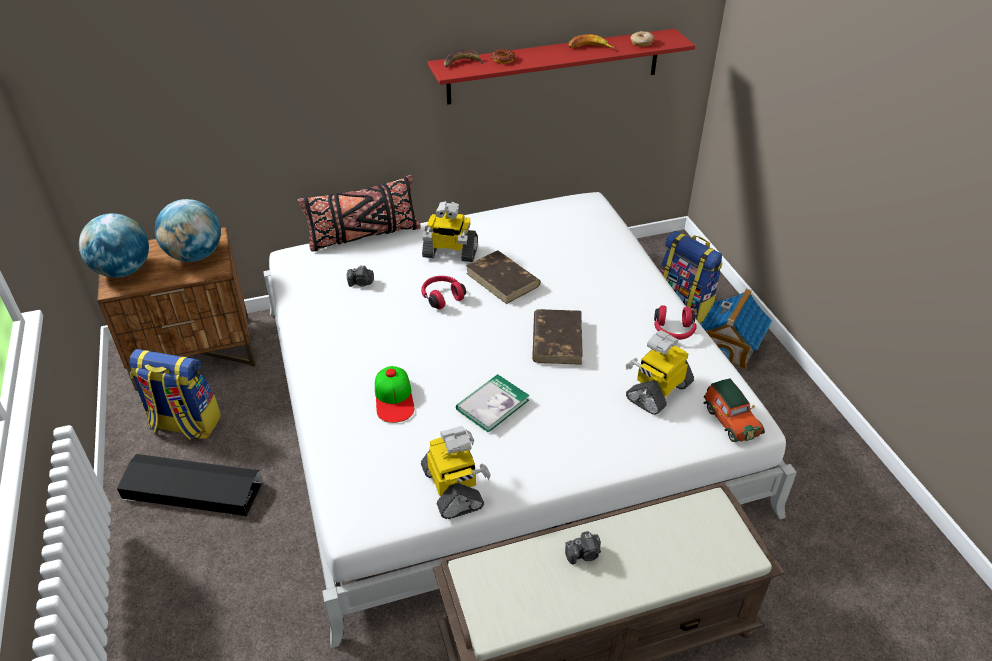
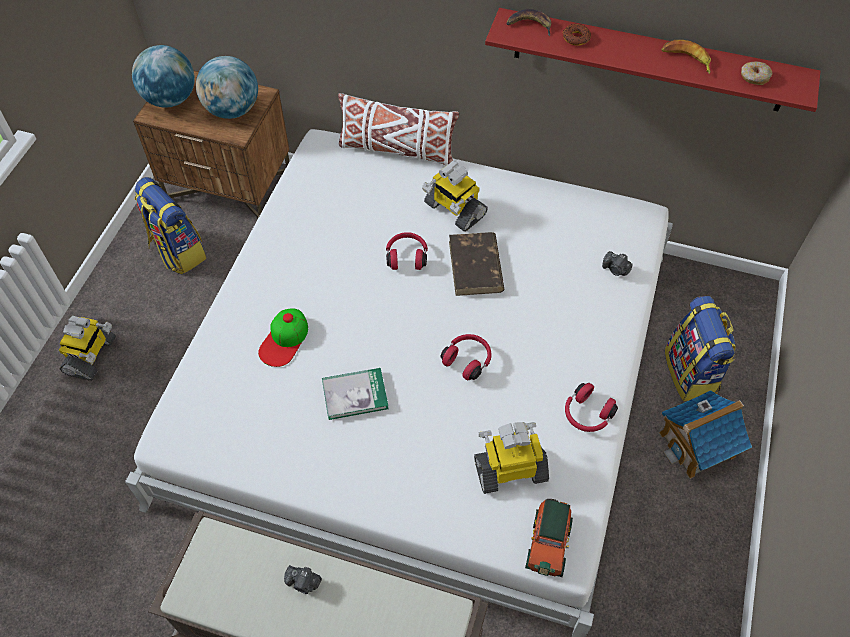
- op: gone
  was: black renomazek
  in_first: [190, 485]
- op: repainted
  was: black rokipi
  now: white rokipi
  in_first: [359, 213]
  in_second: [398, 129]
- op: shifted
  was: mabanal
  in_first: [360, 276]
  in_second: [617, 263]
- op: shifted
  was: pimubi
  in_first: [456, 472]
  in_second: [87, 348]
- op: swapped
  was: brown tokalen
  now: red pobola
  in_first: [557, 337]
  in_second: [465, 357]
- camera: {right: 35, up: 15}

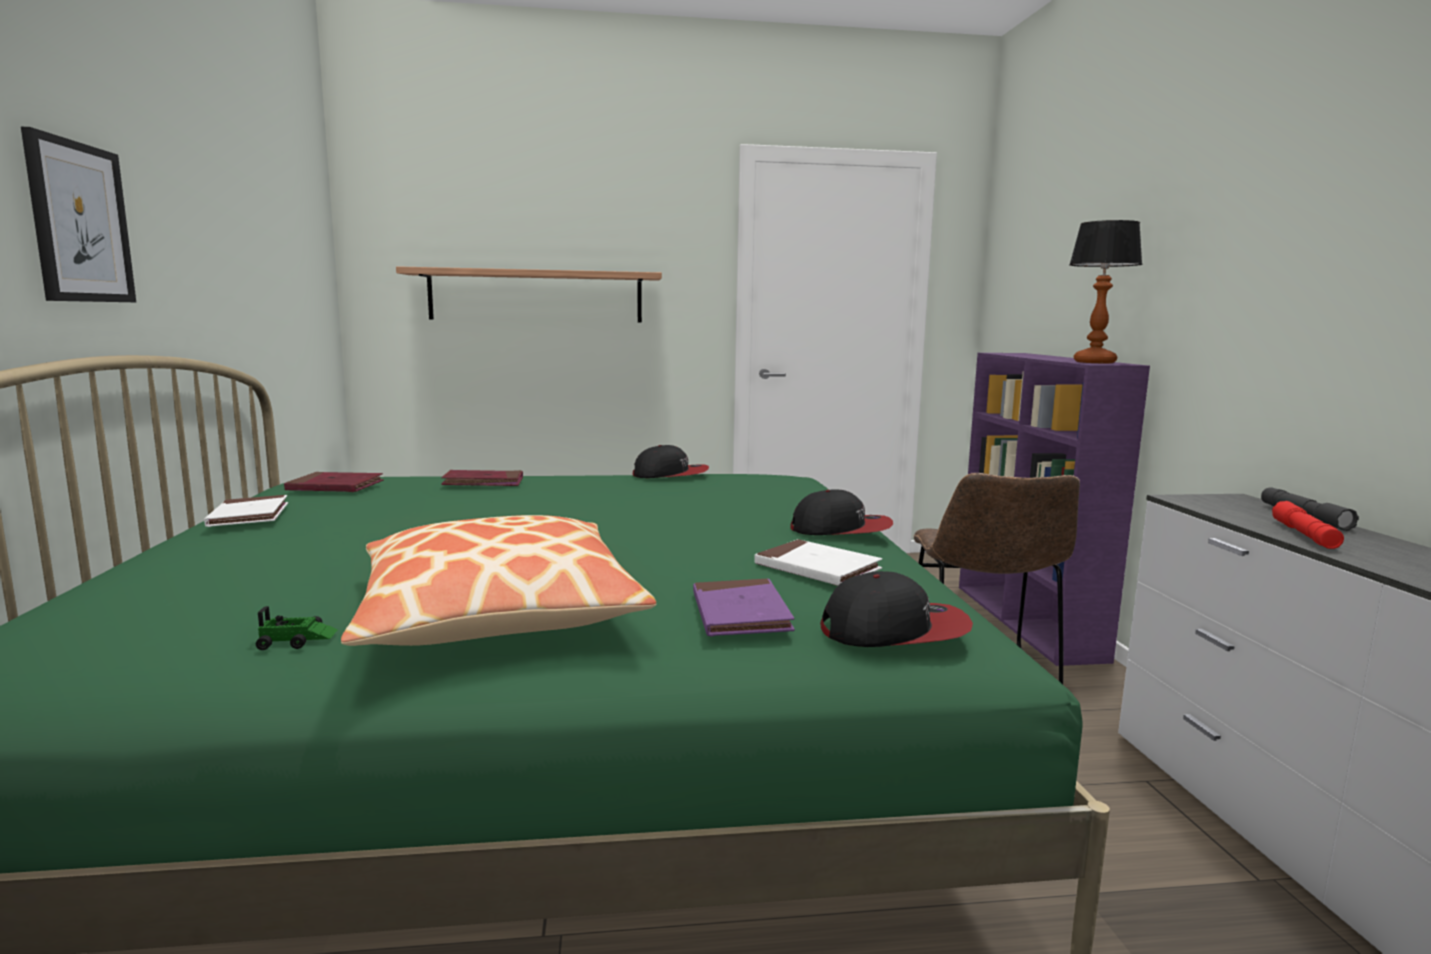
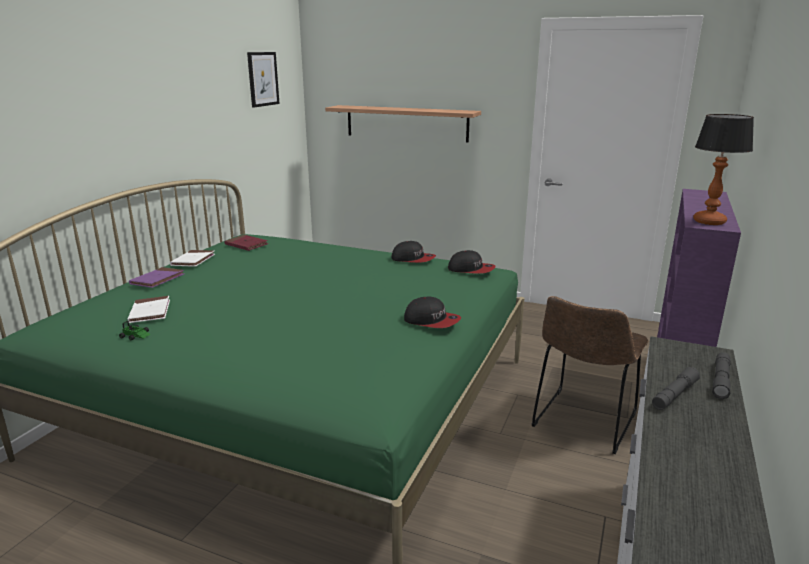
- op: shifted
  was: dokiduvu
  in_first: [78, 214]
  in_second: [263, 79]
- op: gone
  was: rokipi
  in_first: [498, 580]
- op: gone
  was: red tokalen
  in_first: [482, 478]
- op: shifted
  was: purple tokalen
  in_first: [744, 607]
  in_second: [157, 277]
- op: shifted
  was: white tokalen
  in_first: [818, 562]
  in_second: [149, 309]
- op: shifted
  was: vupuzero
  in_first: [896, 609]
  in_second: [472, 262]
- op: repainted
  was: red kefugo
  now: grey kefugo
  in_first: [1308, 525]
  in_second: [676, 388]
- camera: {right: 30, up: 10}

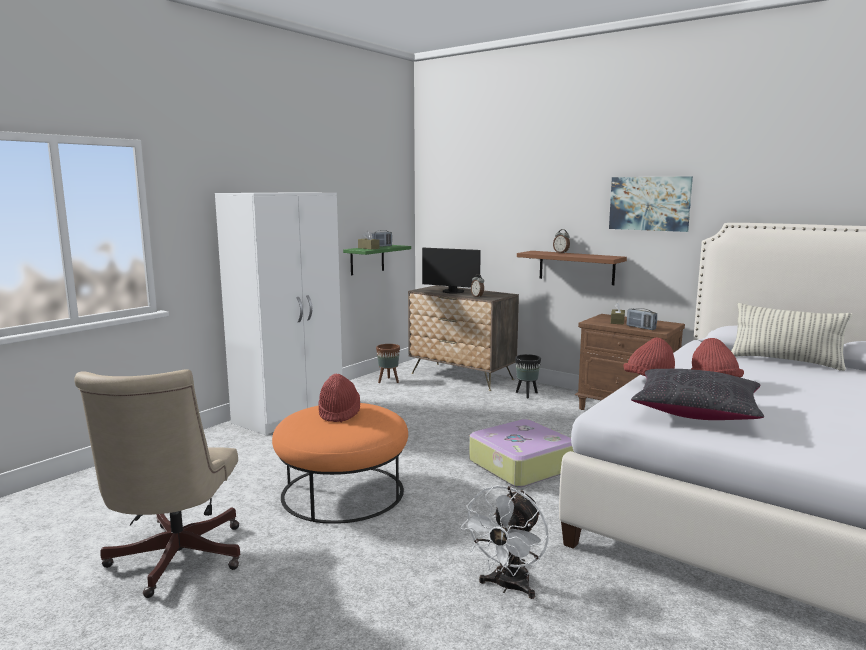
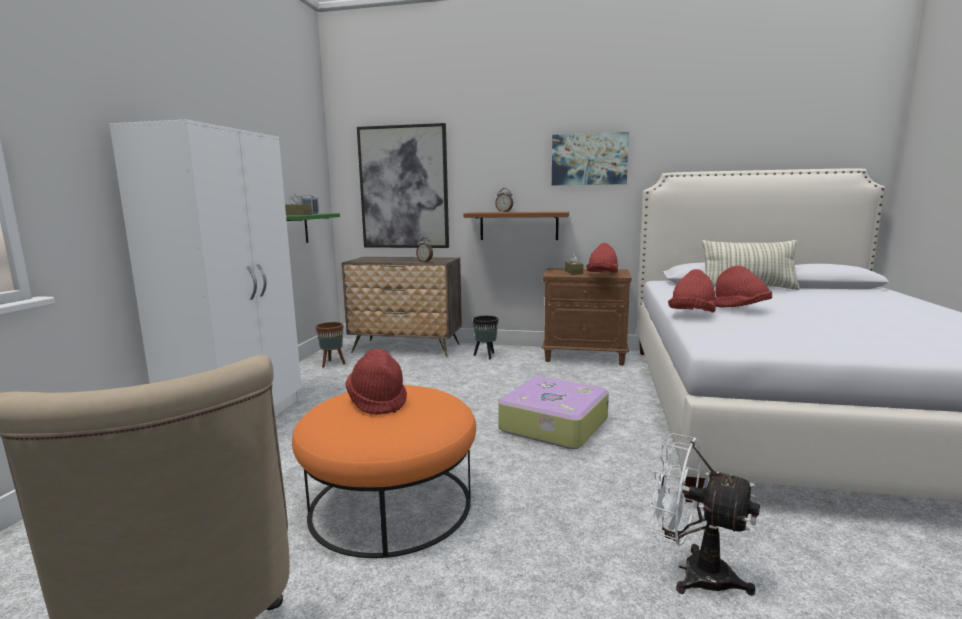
- op: gone
  was: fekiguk
  in_first: [451, 271]
- op: rotated
  was: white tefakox
  in_first: [504, 542]
  in_second: [704, 514]
  clockwise: 120
- op: swapped
  was: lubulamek
  now: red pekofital
  in_first: [642, 319]
  in_second: [602, 258]
- op: gone
  was: black rokipi
  in_first: [697, 394]
- op: new
  now: dokiduvu
  in_second: [403, 185]
- camera: {right: -25, up: 0}

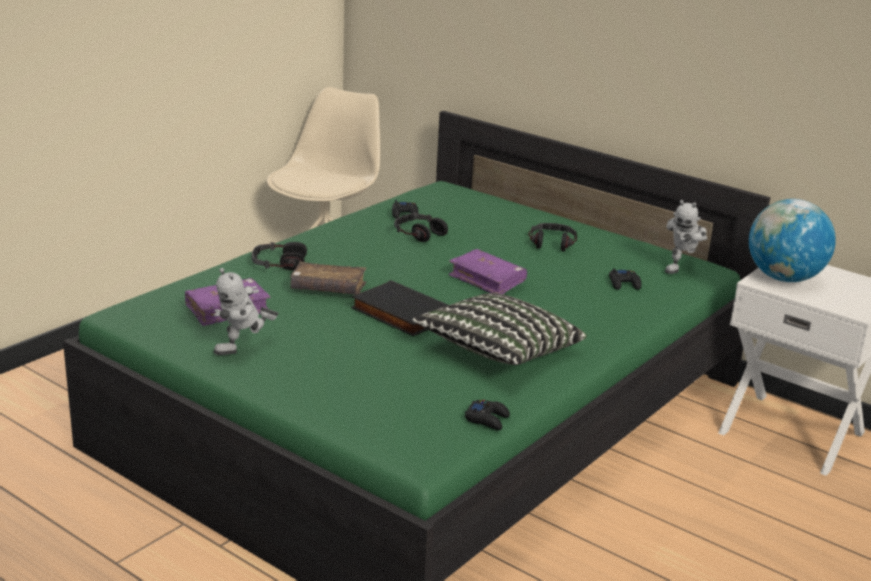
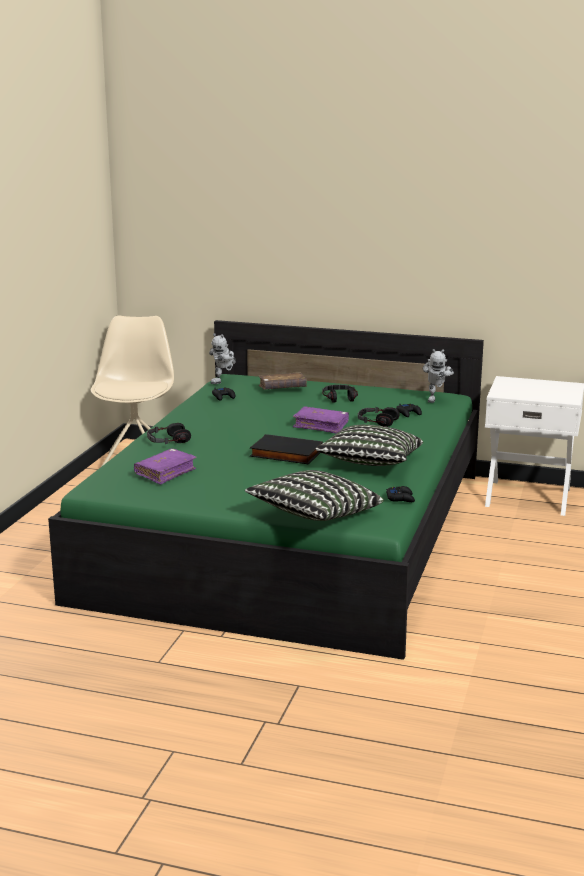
- op: shifted
  was: pimubi
  in_first: [246, 311]
  in_second: [222, 358]
- op: shifted
  was: brown tokalen
  in_first: [328, 278]
  in_second: [282, 381]
- op: shifted
  was: pobola
  in_first: [421, 228]
  in_second: [379, 417]
- op: gone
  was: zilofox
  in_first: [792, 240]
- op: new
  now: rokipi
  in_second: [314, 495]
- camera: {right: -20, up: -5}

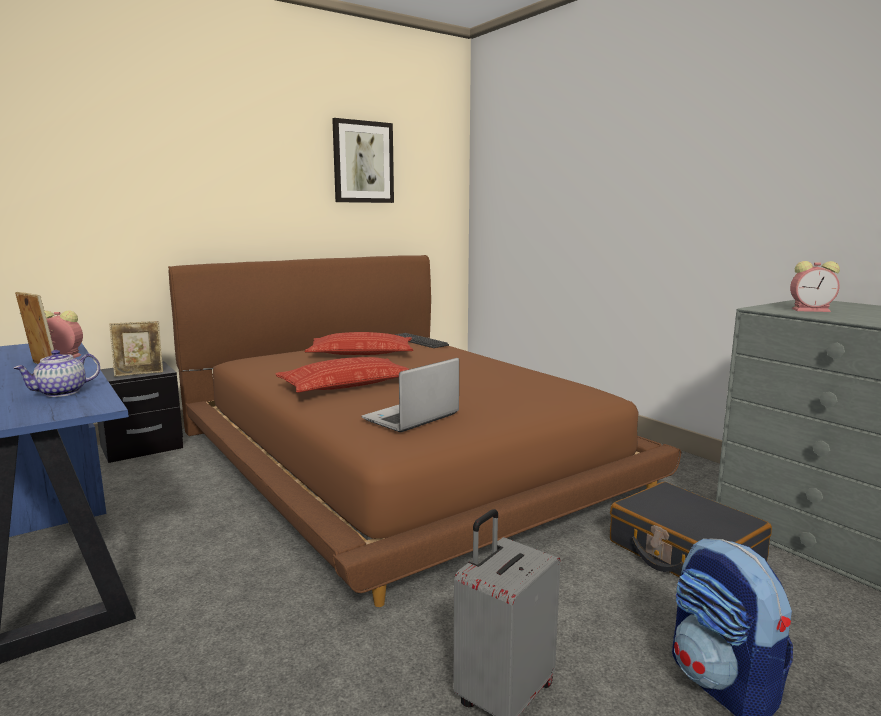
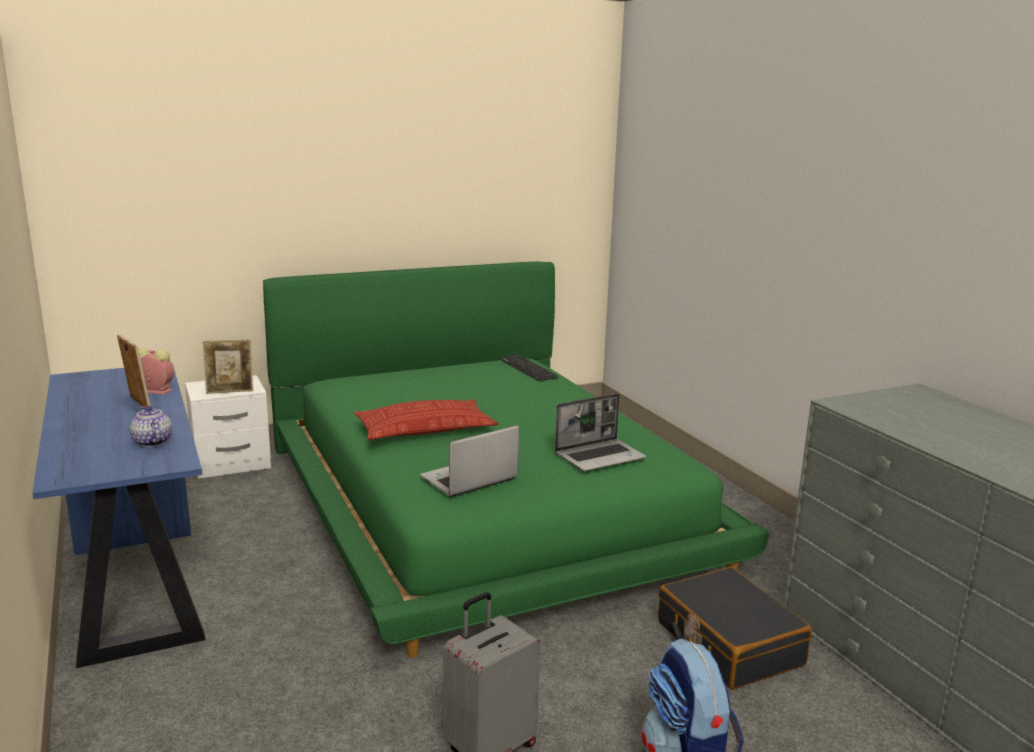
- op: rotated
  was: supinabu
  in_first: [56, 373]
  in_second: [151, 426]
  clockwise: 90
- op: repainted
  was: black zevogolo
  now: white zevogolo
  in_first: [140, 412]
  in_second: [228, 427]
- op: repainted
  was: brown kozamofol
  now: green kozamofol
  in_first: [424, 431]
  in_second: [516, 460]
- op: gone
  was: rokipi
  in_first: [358, 343]
- op: gone
  was: dokiduvu
  in_first: [363, 160]
- op: gone
  was: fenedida
  in_first: [815, 286]
- op: new
  now: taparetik
  in_second: [600, 432]
- camera: {right: 10, up: 5}

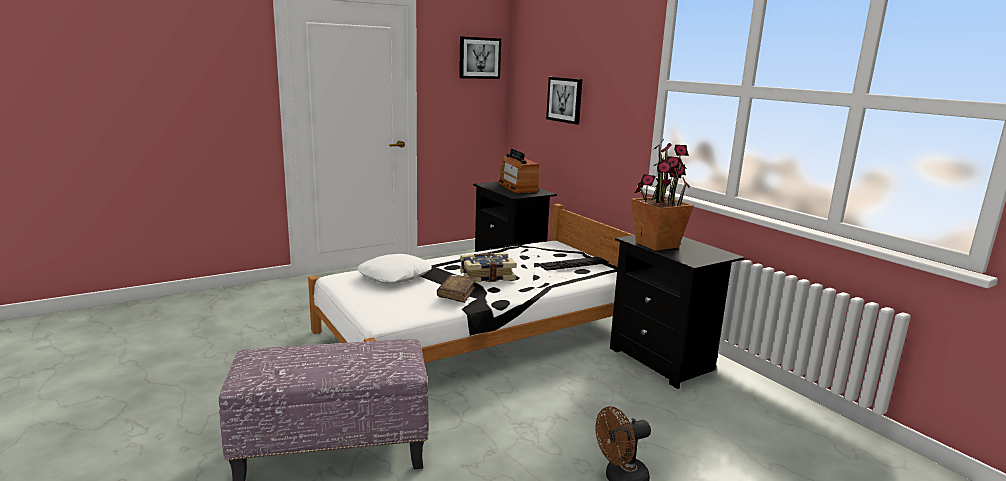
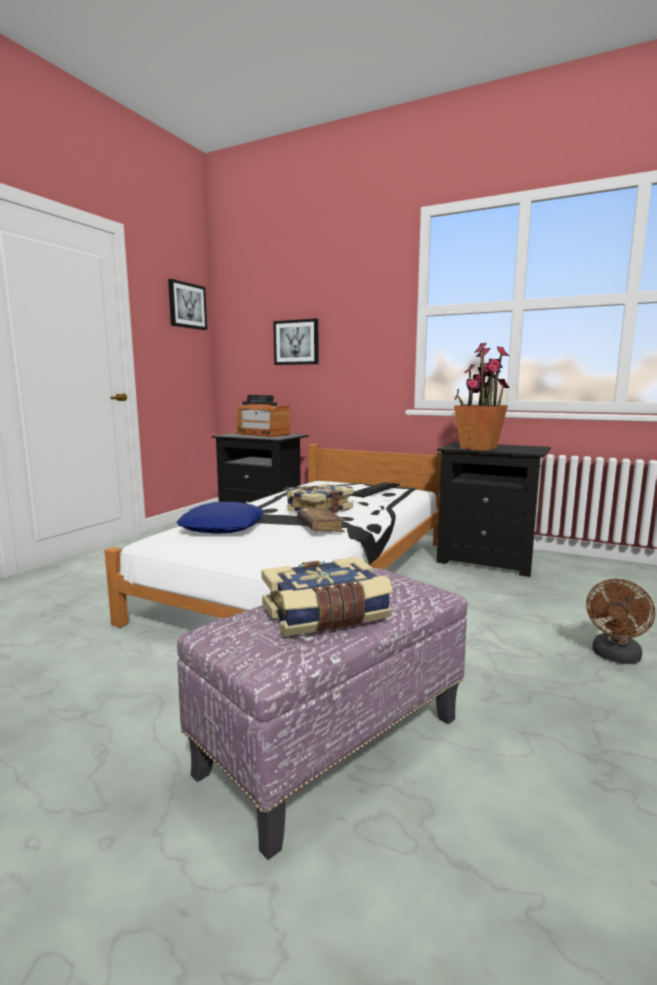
- op: repainted
  was: white rokipi
  now: blue rokipi
  in_first: [394, 269]
  in_second: [221, 518]
- op: new
  now: tokalen
  in_second: [326, 596]
- camera: {right: -30, up: -5}

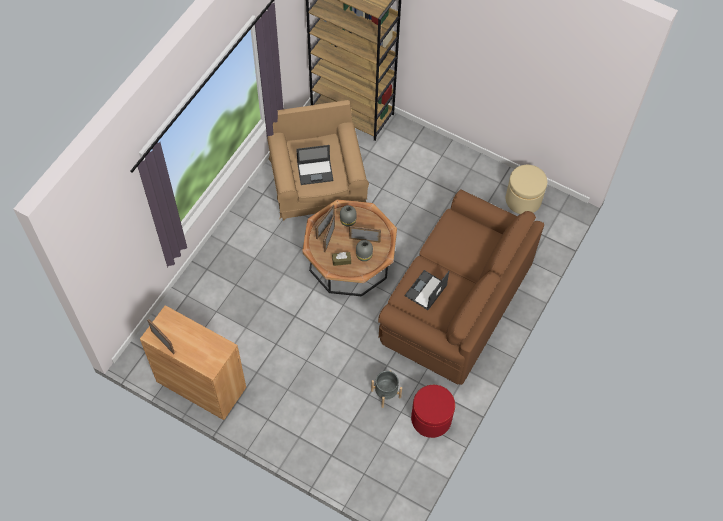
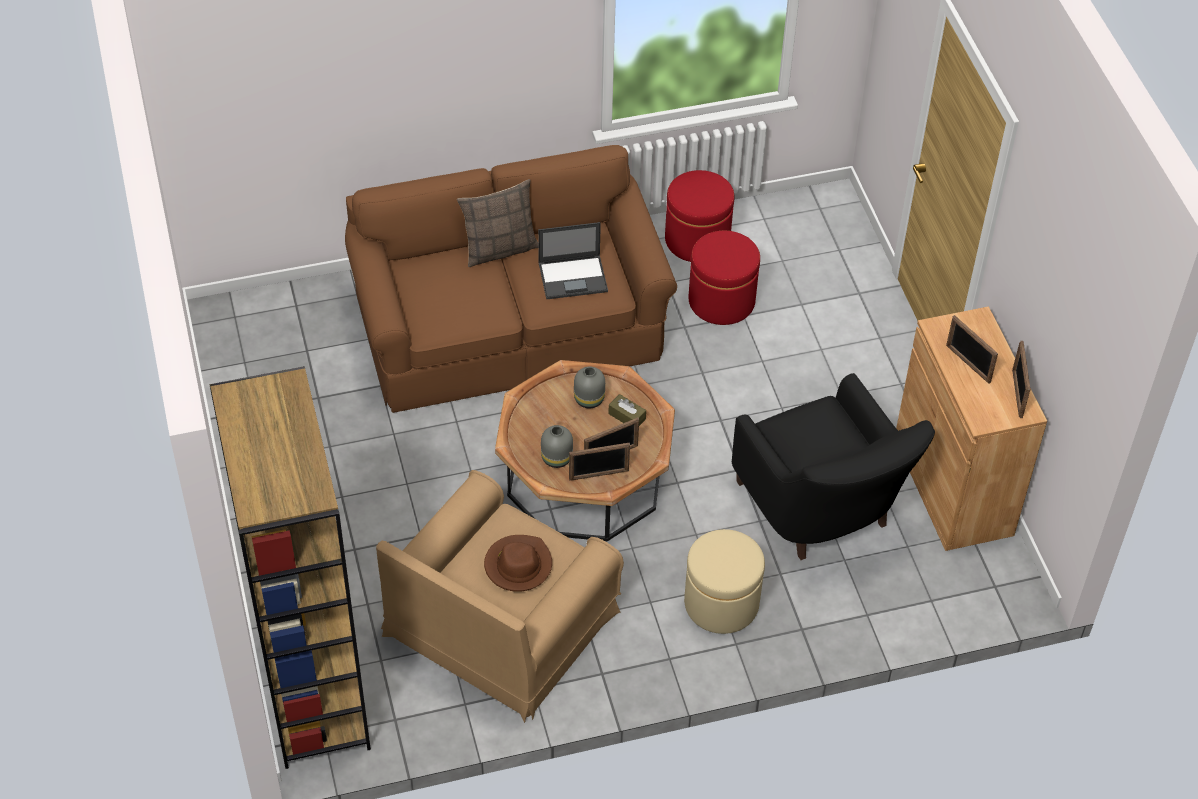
- op: swapped
  was: taparetik
  now: brown pekofital
  in_first: [315, 165]
  in_second: [518, 563]
- op: shifted
  was: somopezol
  in_first: [365, 234]
  in_second: [972, 349]
- op: swapped
  was: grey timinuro
  now: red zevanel
  in_first: [386, 389]
  in_second: [724, 278]
- op: shifted
  was: beige zevanel
  in_first: [526, 189]
  in_second: [724, 581]
- op: new
  now: rokipi
  in_second: [497, 223]
- op: new
  now: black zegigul
  in_second: [833, 466]
- camera: {right: -135, up: -10}

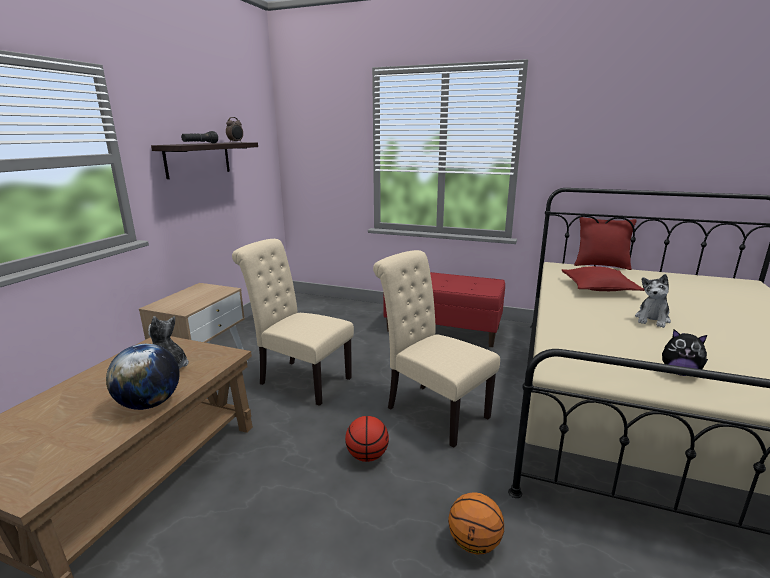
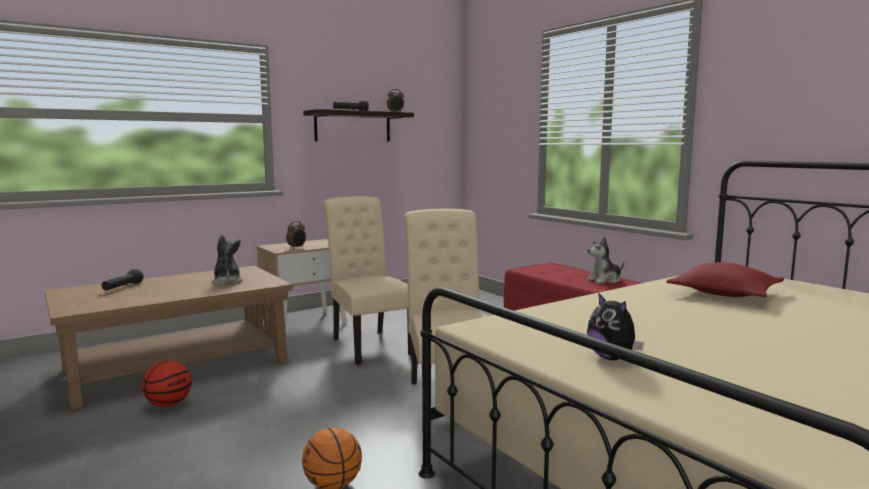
- op: gone
  was: zilofox
  in_first: [143, 377]
- op: shifted
  was: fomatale
  in_first: [367, 439]
  in_second: [167, 383]
- op: gone
  was: red rokipi
  in_first: [605, 243]
- op: shifted
  was: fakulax
  in_first: [653, 301]
  in_second: [605, 260]
- op: new
  now: black kefugo
  in_second: [122, 279]
- op: new
  now: fenedida
  in_second: [296, 235]
- camera: {right: 35, up: -10}

